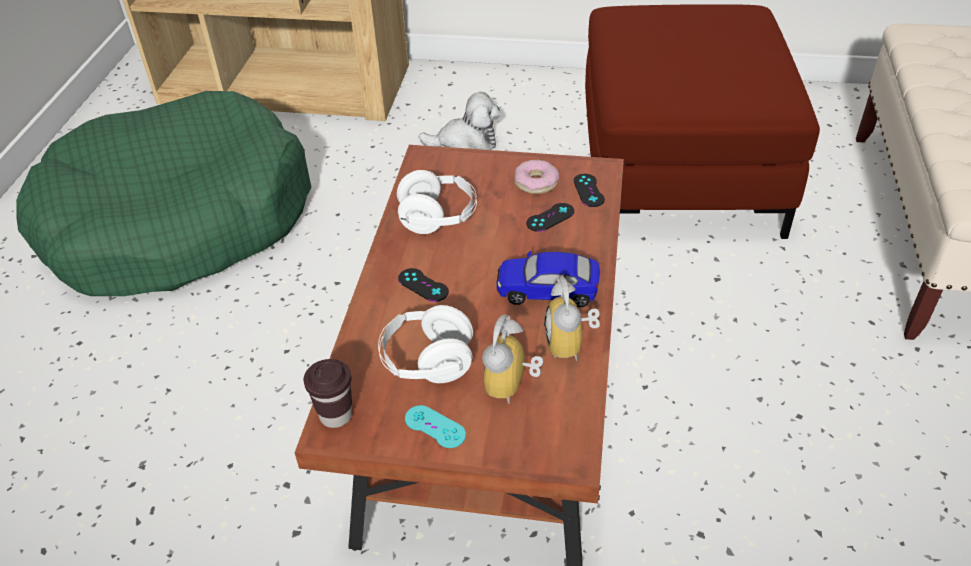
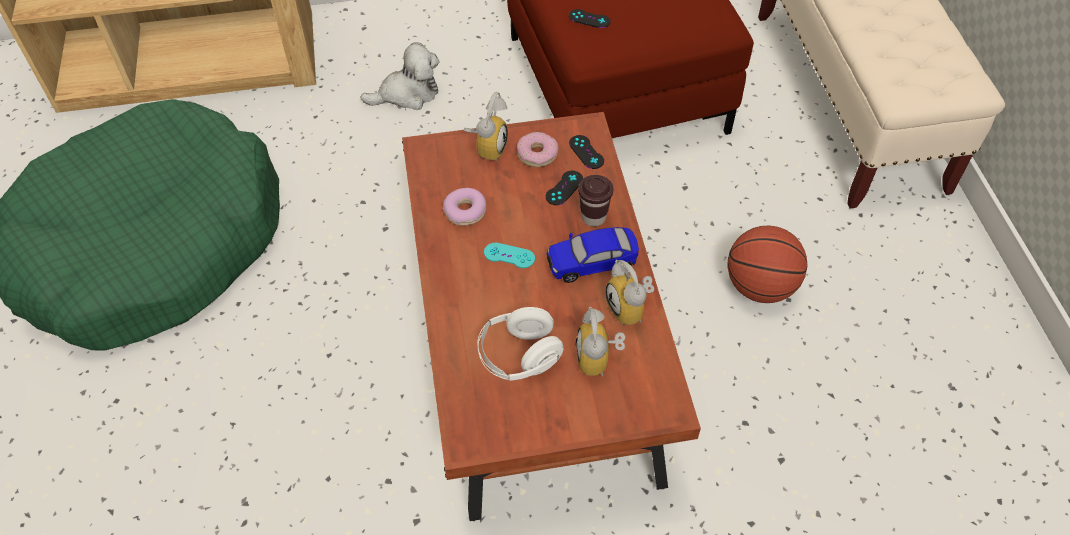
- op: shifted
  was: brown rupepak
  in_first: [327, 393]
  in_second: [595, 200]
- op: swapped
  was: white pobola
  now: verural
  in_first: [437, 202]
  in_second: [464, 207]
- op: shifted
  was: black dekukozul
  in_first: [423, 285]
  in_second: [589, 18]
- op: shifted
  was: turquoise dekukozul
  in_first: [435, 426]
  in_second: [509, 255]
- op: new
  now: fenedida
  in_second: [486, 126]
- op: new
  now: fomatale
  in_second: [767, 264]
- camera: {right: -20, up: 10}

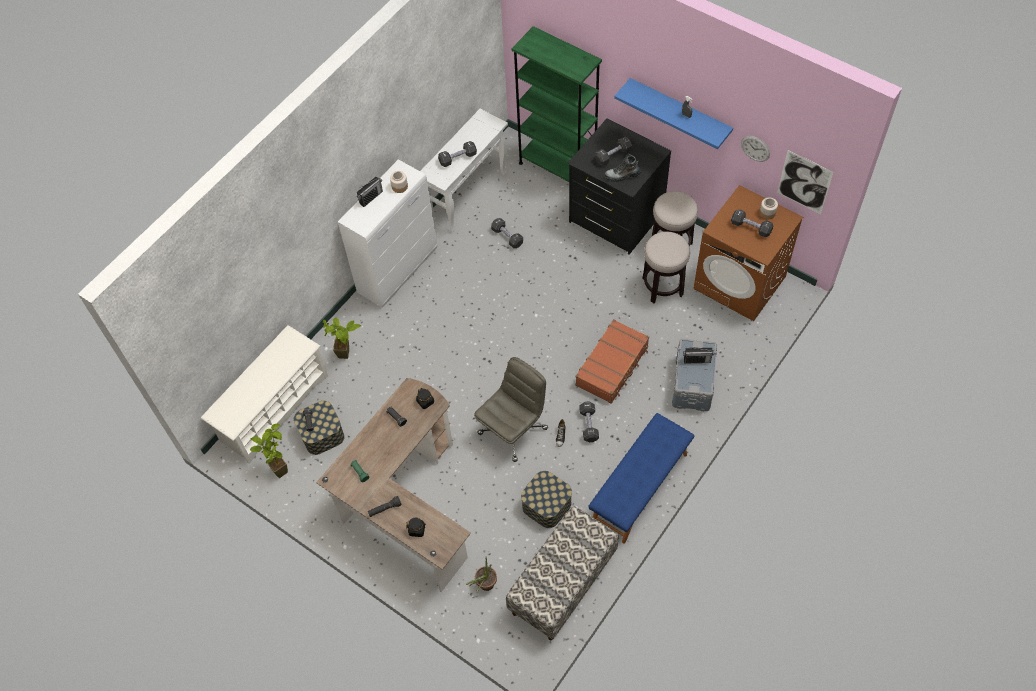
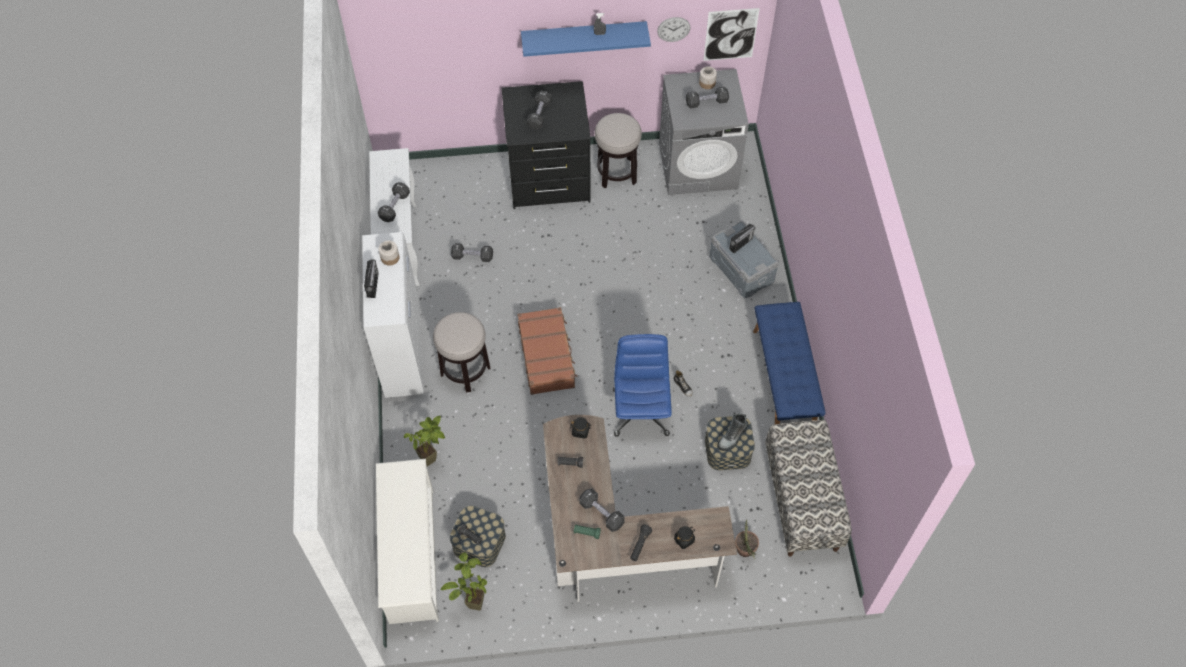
- op: repainted
  was: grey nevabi
  now: blue nevabi
  in_first: [511, 409]
  in_second: [642, 385]
- op: gone
  was: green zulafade
  in_first: [556, 104]
- op: shifted
  was: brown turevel
  in_first: [612, 361]
  in_second: [547, 351]
- op: shifted
  was: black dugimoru
  in_first: [589, 421]
  in_second: [602, 510]
- op: shifted
  was: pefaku
  in_first: [622, 168]
  in_second: [732, 432]
- op: shifted
  was: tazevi
  in_first: [666, 267]
  in_second: [461, 352]
- op: repainted
  was: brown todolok
  now: grey todolok
  in_first: [748, 253]
  in_second: [704, 132]
- camera: {right: -45, up: 0}

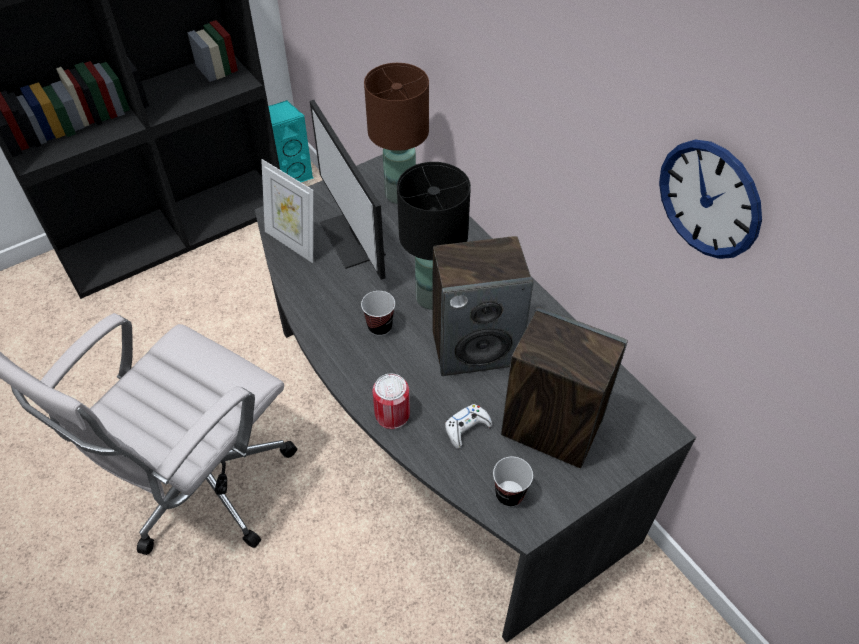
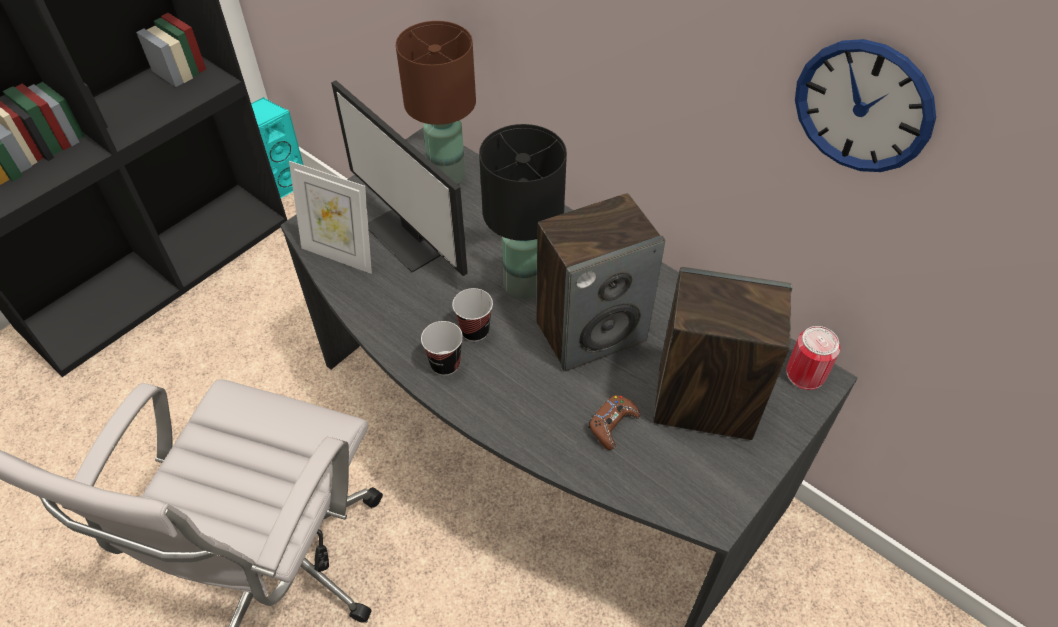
- op: shifted
  was: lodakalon
  in_first: [391, 401]
  in_second: [813, 358]
- op: repainted
  was: white dekukozul
  now: brown dekukozul
  in_first: [468, 426]
  in_second: [614, 422]
- op: shifted
  was: rupepak
  in_first: [513, 482]
  in_second: [442, 348]
- camera: {right: -15, up: 0}

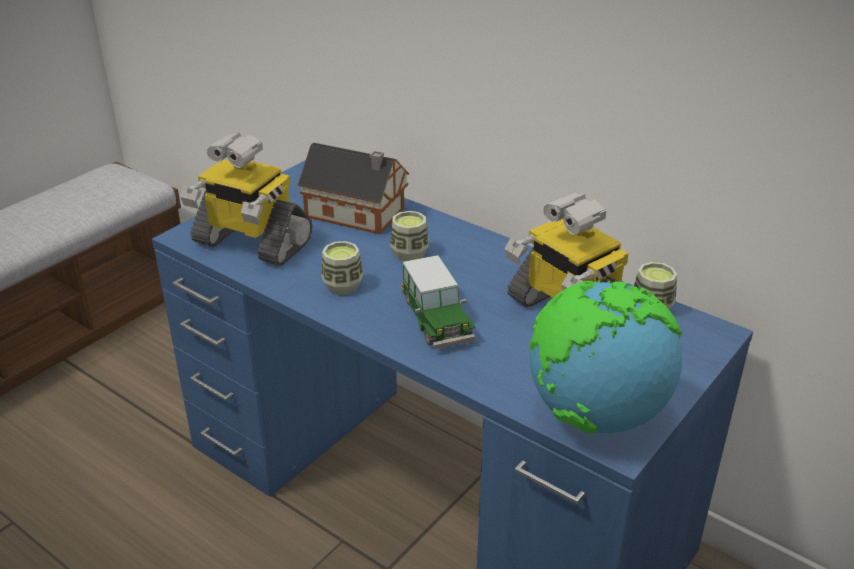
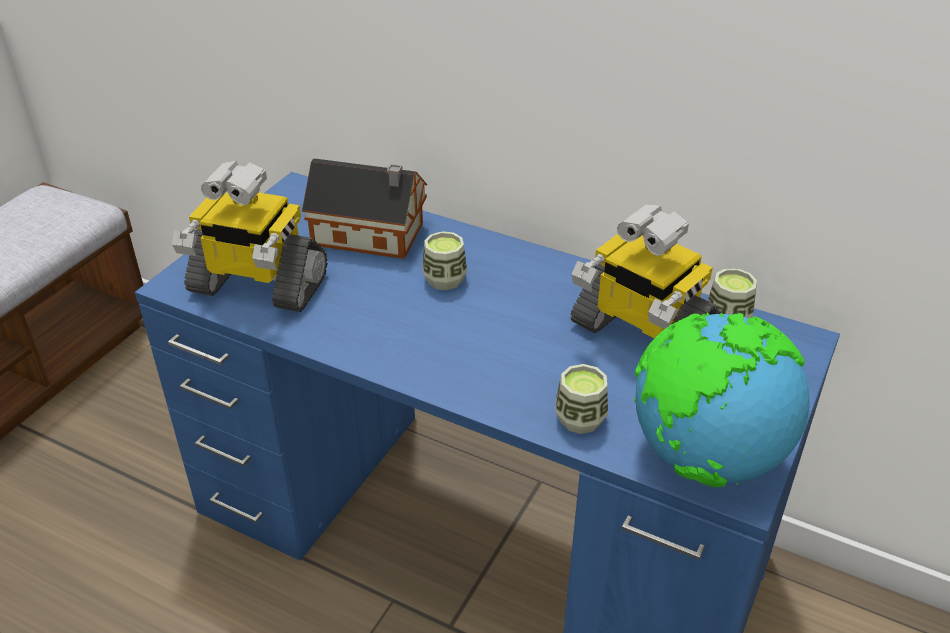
- op: shifted
  was: rupepak
  in_first: [342, 268]
  in_second: [582, 399]
- op: gone
  was: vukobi
  in_first: [438, 302]
- camera: {right: -10, up: 5}

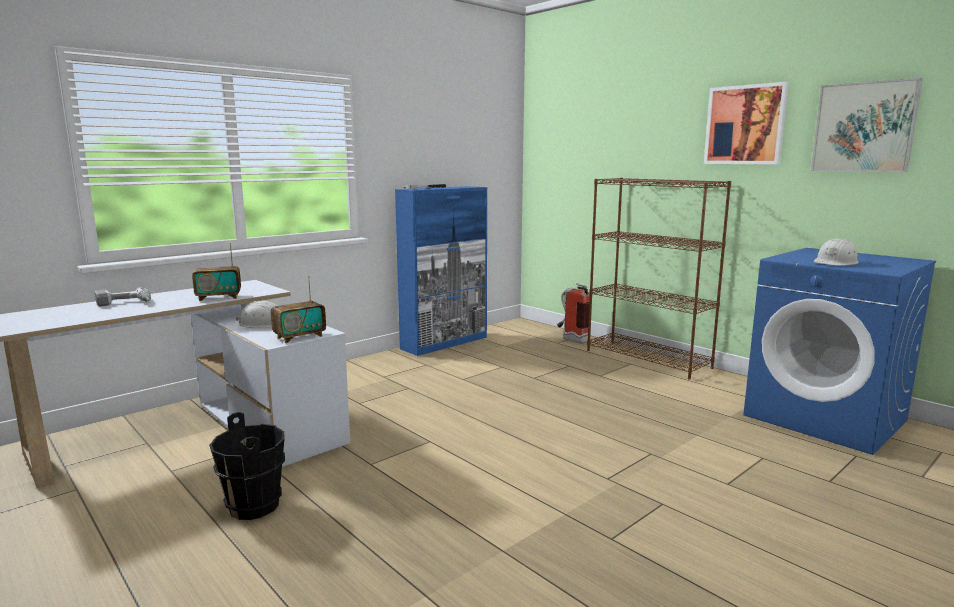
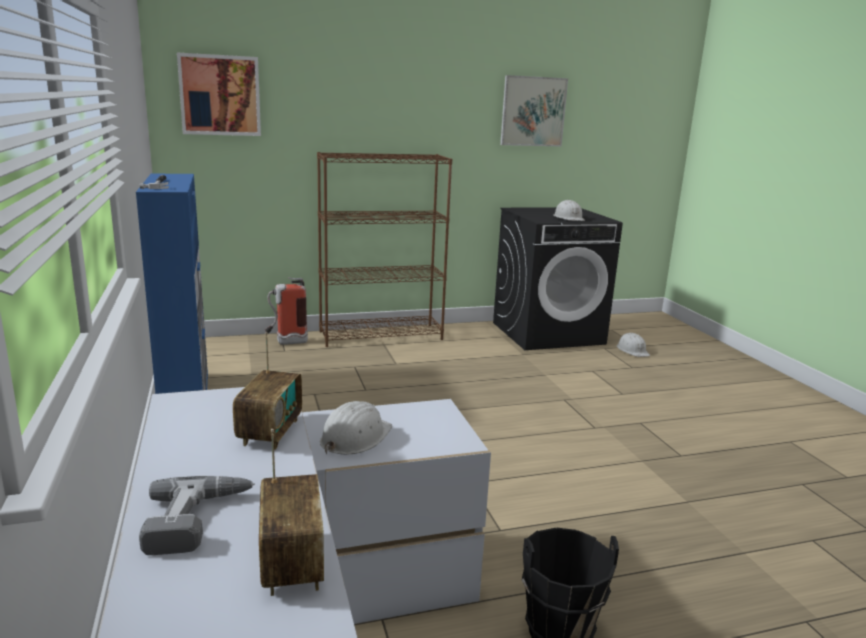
- op: shifted
  was: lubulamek
  in_first: [298, 309]
  in_second: [291, 512]
- op: shifted
  was: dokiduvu
  in_first: [746, 123]
  in_second: [219, 94]
- op: repainted
  was: blue todolok
  now: black todolok
  in_first: [840, 351]
  in_second: [558, 278]
- op: new
  now: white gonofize
  in_second: [633, 345]
- camera: {right: -65, up: 5}

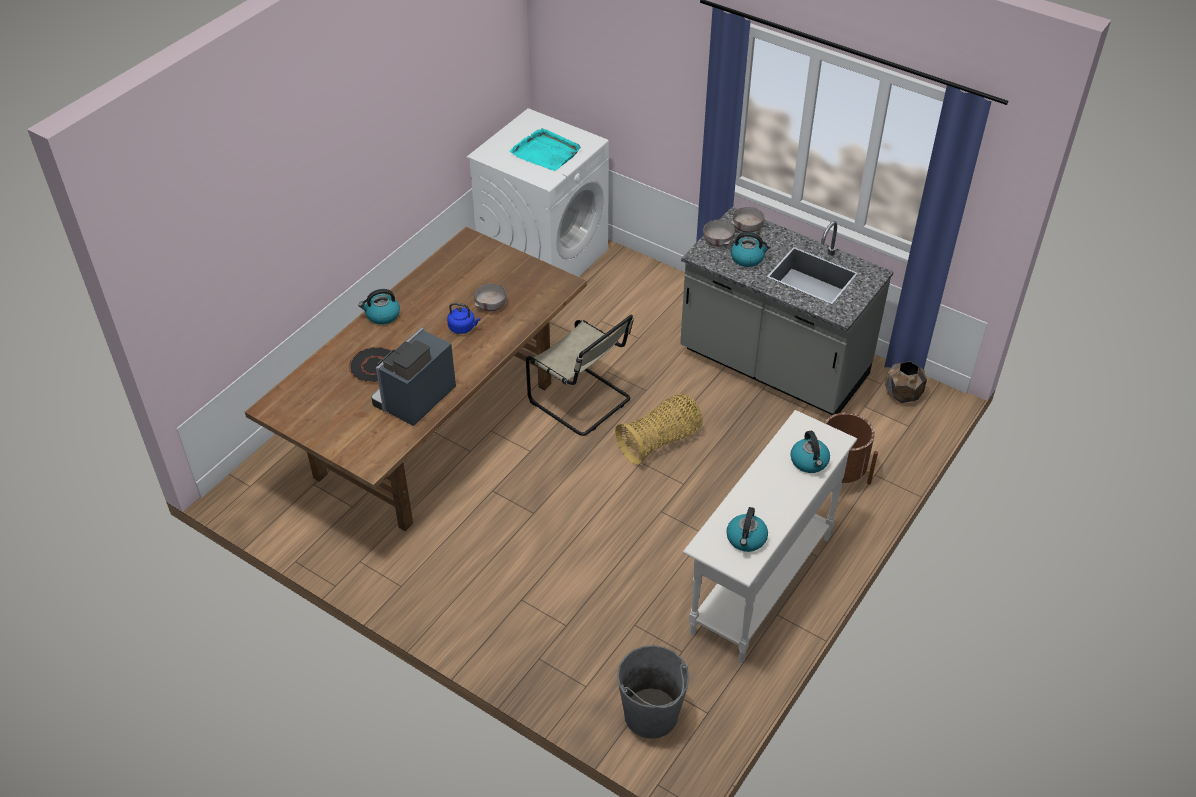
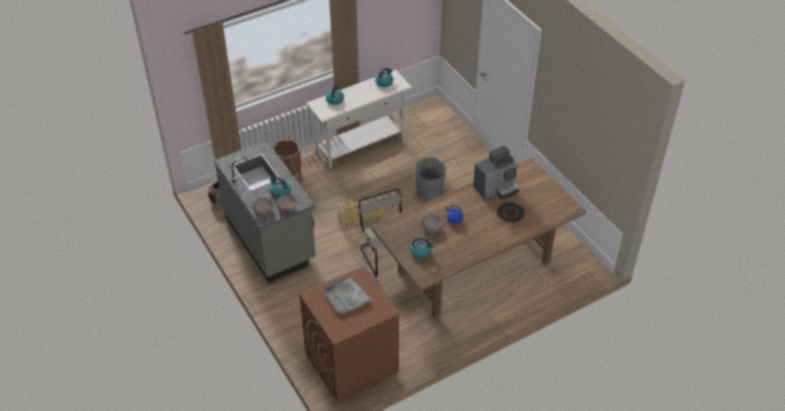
- op: shifted
  was: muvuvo
  in_first: [379, 307]
  in_second: [422, 248]
- op: repainted
  was: white todolok
  now: brown todolok
  in_first: [538, 192]
  in_second: [350, 334]
- op: repainted
  was: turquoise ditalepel
  now: grey ditalepel
  in_first: [545, 149]
  in_second: [348, 295]
- op: shifted
  was: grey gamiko
  in_first: [653, 692]
  in_second: [430, 178]
- camera: {right: -155, up: 0}

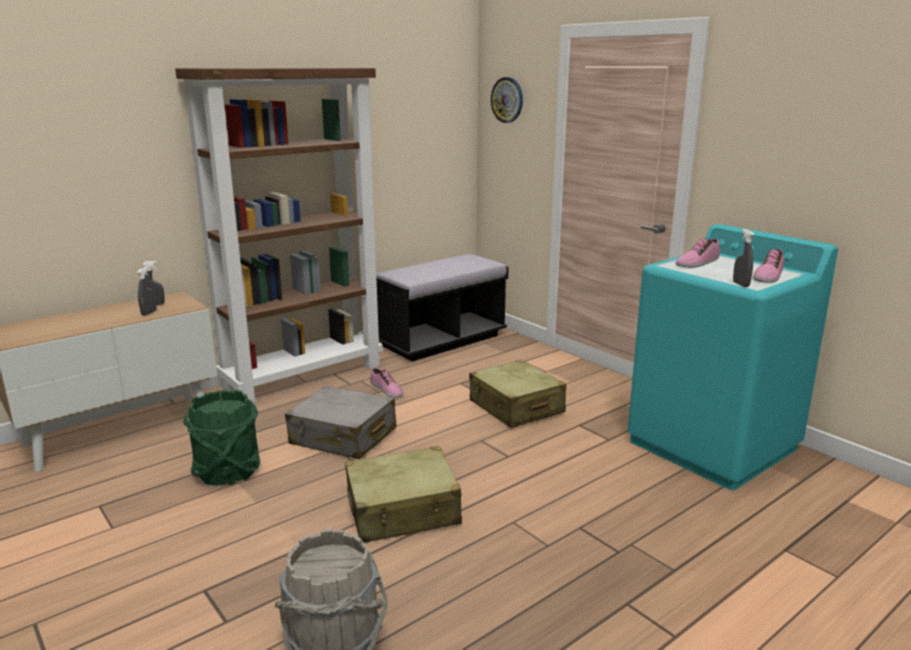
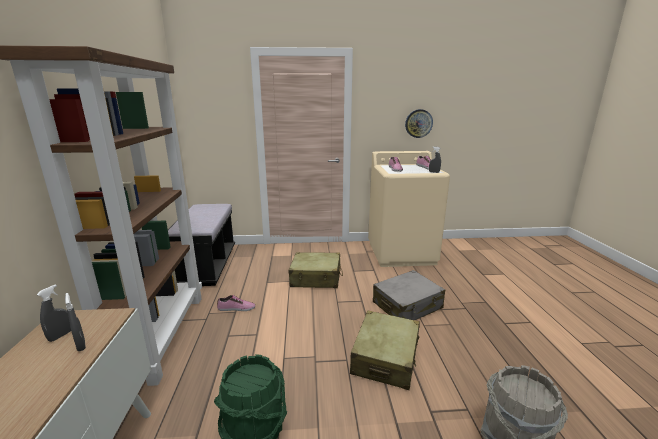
- op: shifted
  was: grey turevel
  in_first: [340, 422]
  in_second: [409, 295]
- op: shifted
  was: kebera
  in_first: [507, 100]
  in_second: [419, 123]
- op: repainted
  was: turquoise todolok
  now: beige todolok
  in_first: [733, 357]
  in_second: [409, 209]
- camera: {right: -55, up: 0}

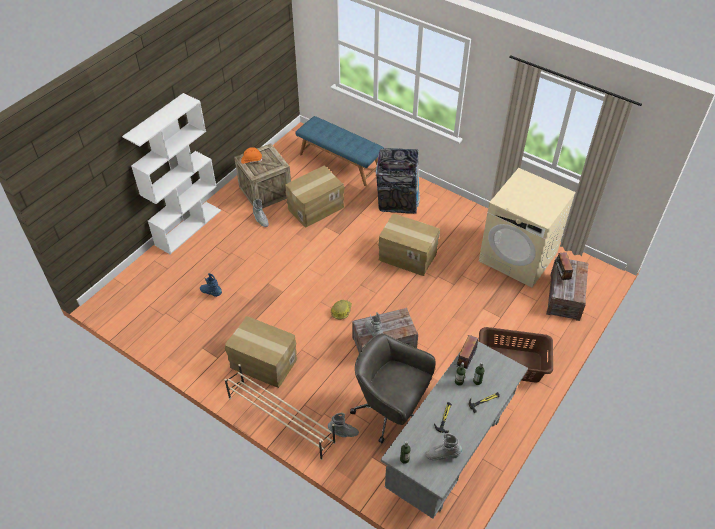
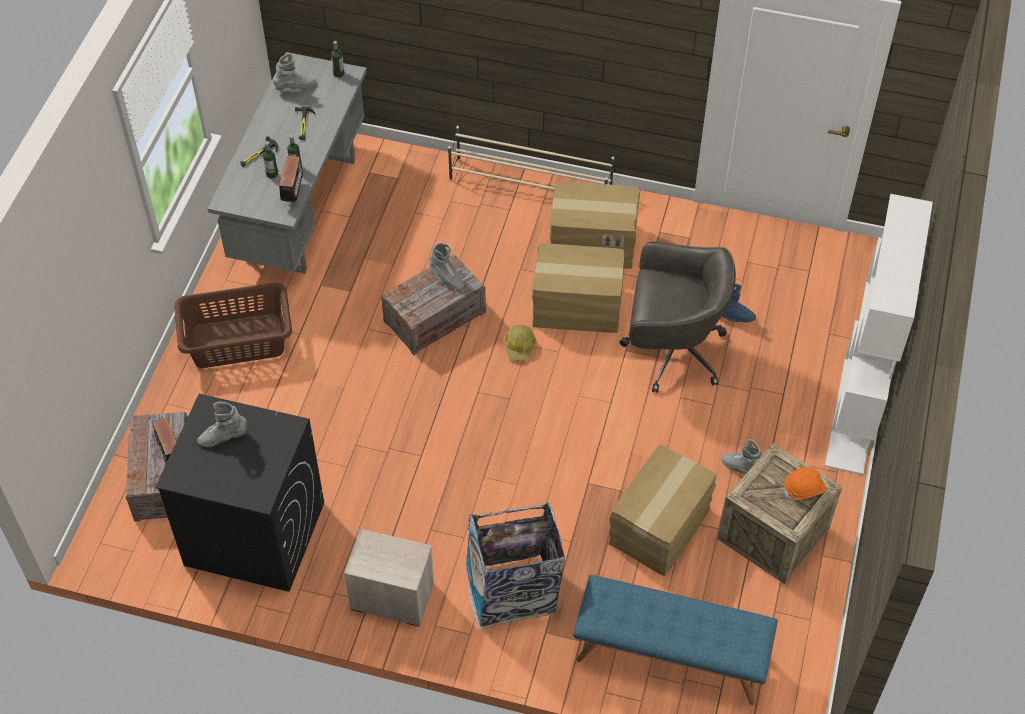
- op: shifted
  was: grey pefaku
  in_first: [343, 425]
  in_second: [222, 424]
- op: shifted
  was: grey nevabi
  in_first: [393, 388]
  in_second: [678, 317]
- op: shifted
  was: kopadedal
  in_first: [409, 245]
  in_second: [578, 288]
- op: repainted
  was: beige todolok
  now: black todolok
  in_first: [527, 227]
  in_second: [239, 493]
- op: new
  now: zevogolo
  in_second: [389, 578]
- camera: {right: 160, up: 5}

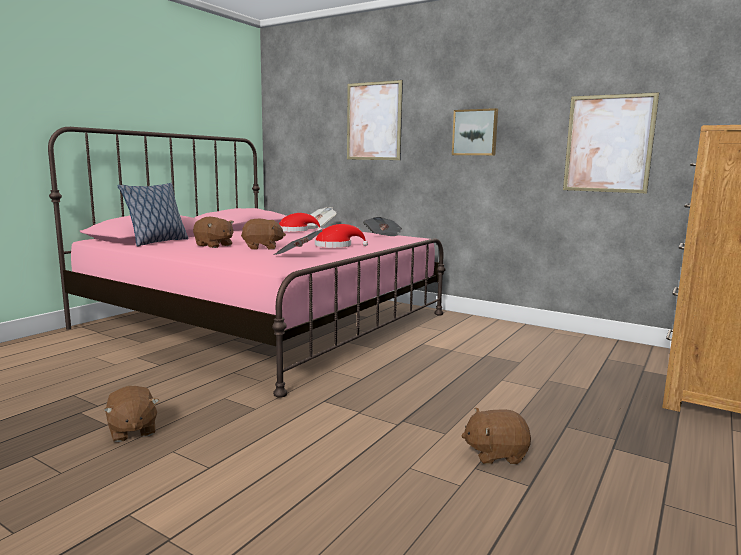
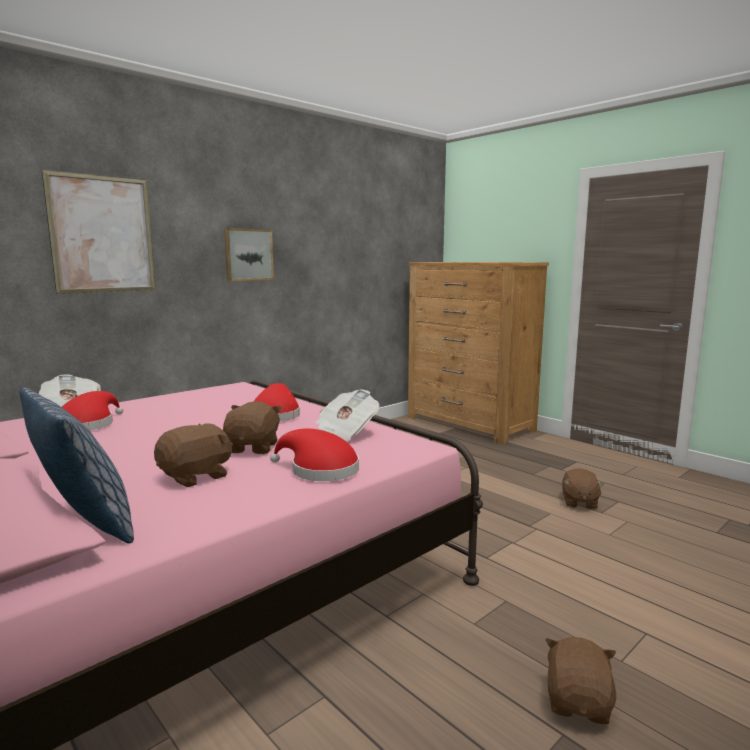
- op: rotated
  was: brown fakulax
  in_first: [131, 414]
  in_second: [580, 680]
  clockwise: -60
- op: gone
  was: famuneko
  in_first: [382, 226]
- op: gone
  was: dokiduvu
  in_first: [611, 142]
- op: new
  now: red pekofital
  in_second: [314, 455]
- camera: {right: -75, up: 0}

